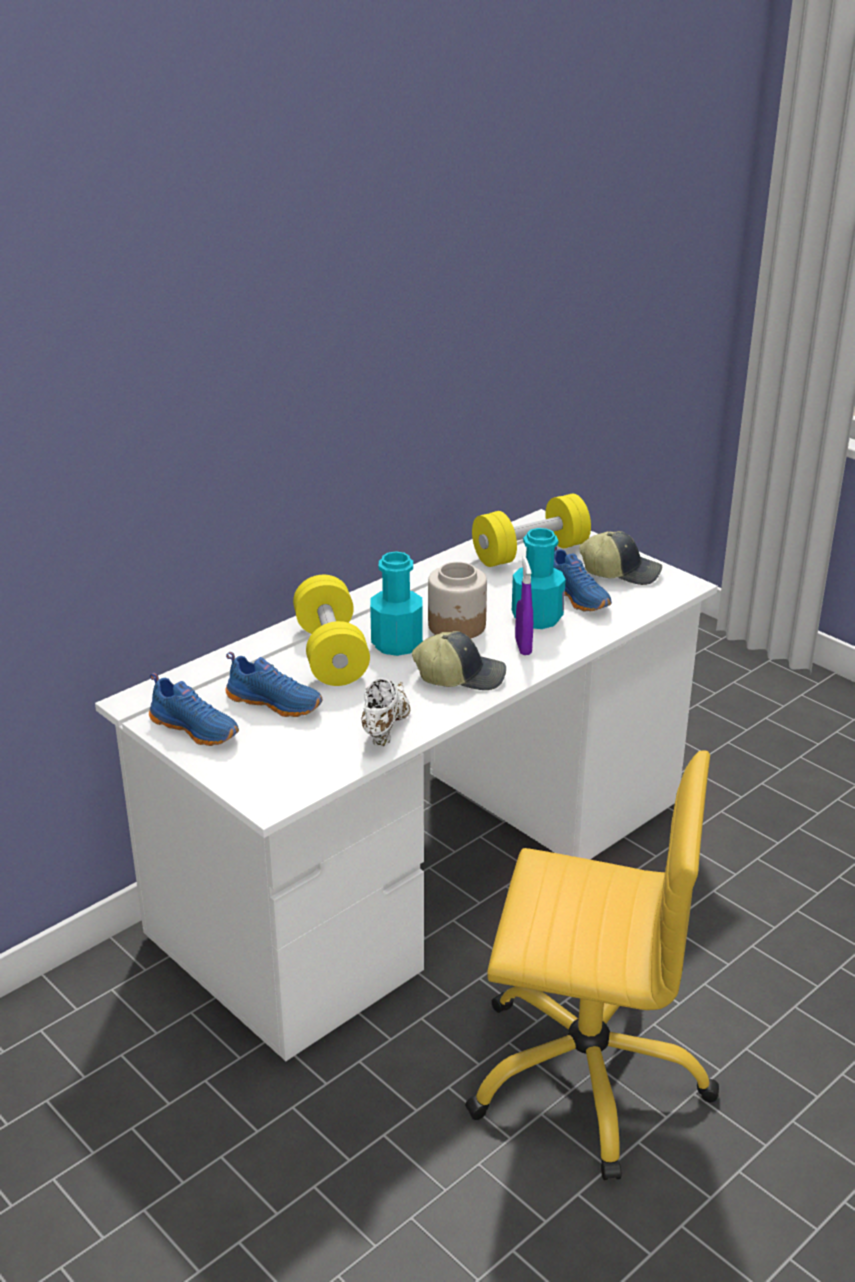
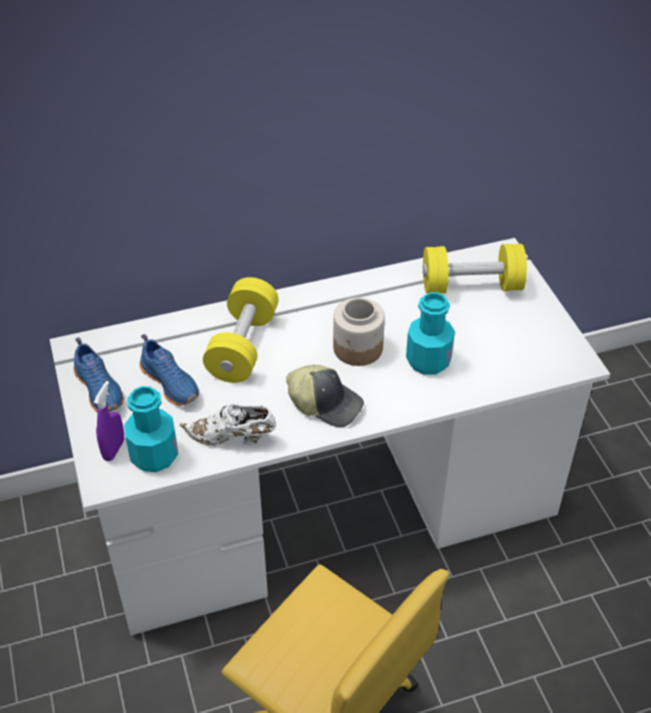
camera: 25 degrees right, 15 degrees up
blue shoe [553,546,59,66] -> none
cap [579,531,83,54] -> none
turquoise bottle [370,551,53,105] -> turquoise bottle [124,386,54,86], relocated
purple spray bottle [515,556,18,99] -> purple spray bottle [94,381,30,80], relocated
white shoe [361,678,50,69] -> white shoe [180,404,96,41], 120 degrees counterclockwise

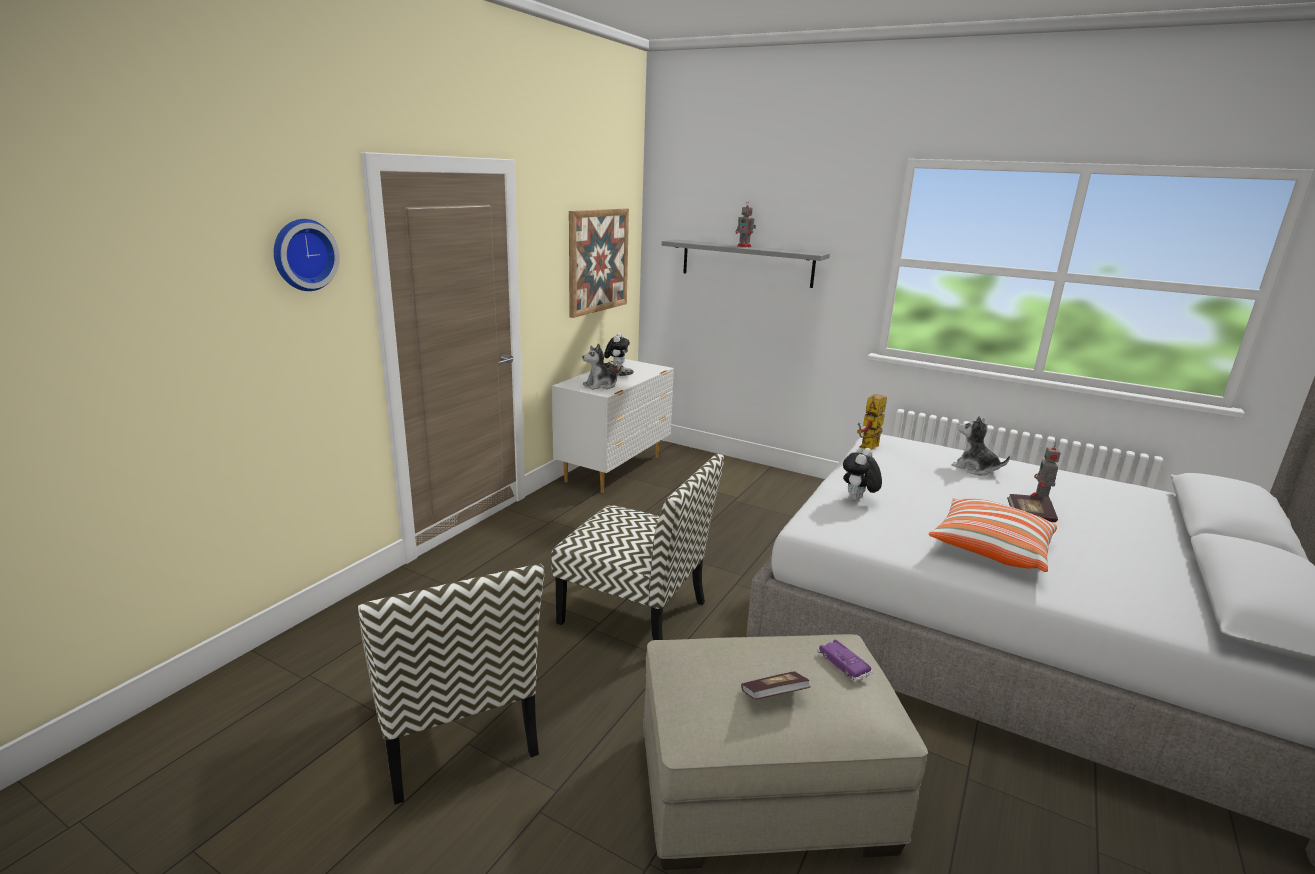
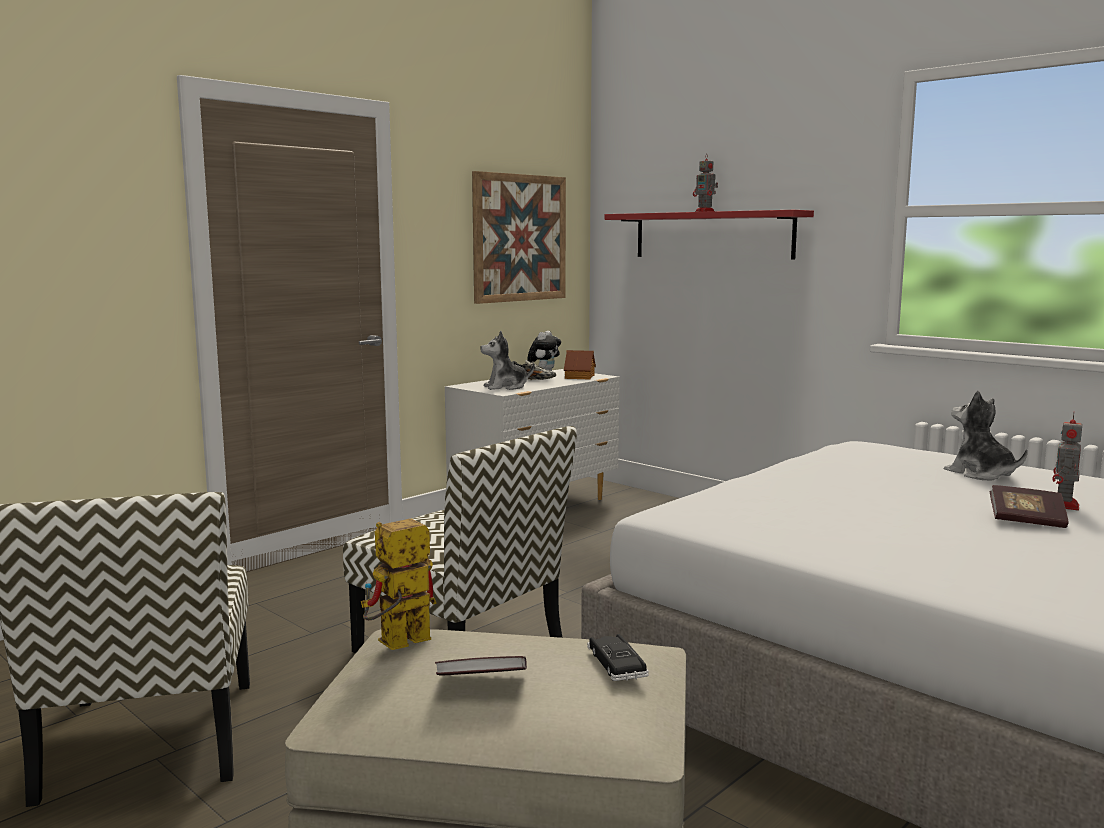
camera: 15 degrees right, 10 degrees down
wall clock [274,219,66,72] -> none
plush toy [843,448,39,53] -> none
pillow [929,498,128,74] -> none
none -> toy house [564,350,32,30]
toy robot [857,394,30,56] -> toy robot [361,518,75,132], relocated
grey shelf [662,239,168,49] -> red shelf [605,210,209,50]
purple toy car [817,640,56,42] -> black toy car [587,634,62,47]

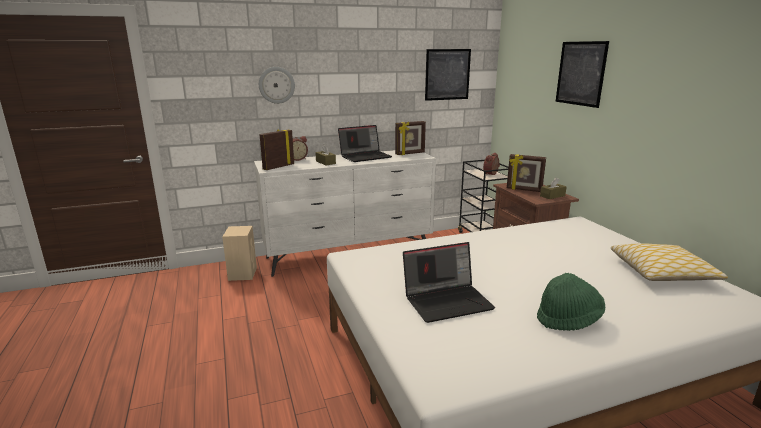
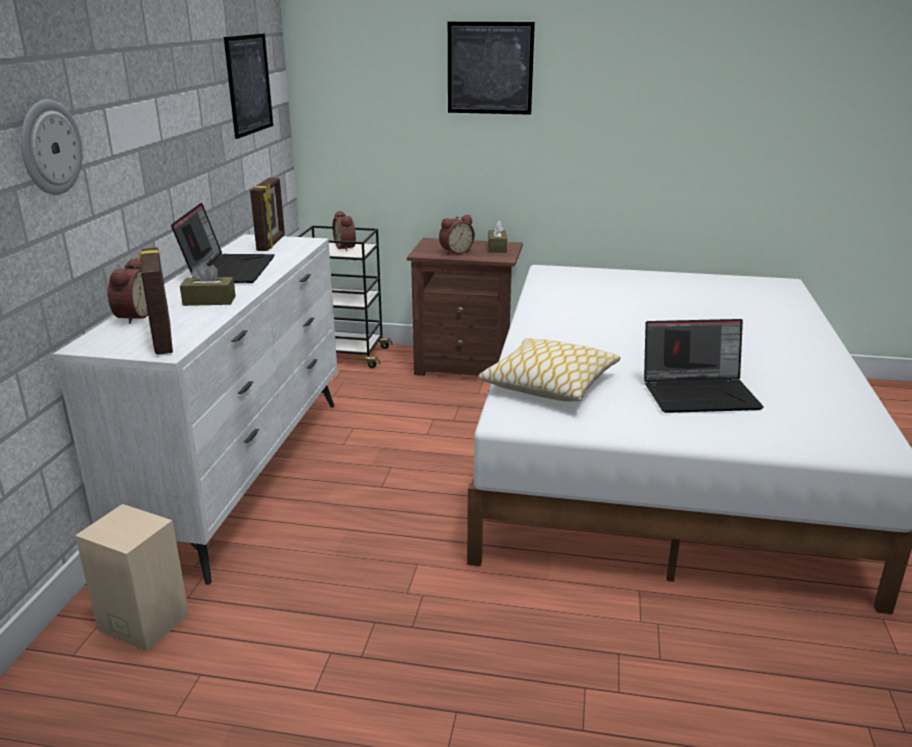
camera: 60 degrees left, 5 degrees up
green hat [537,273,68,58] -> none
pillow [611,243,117,38] -> pillow [478,338,142,64], relocated
picture frame [507,154,39,38] -> alarm clock [439,215,36,40]
laptop [403,242,92,81] -> laptop [644,319,120,94], 75 degrees clockwise

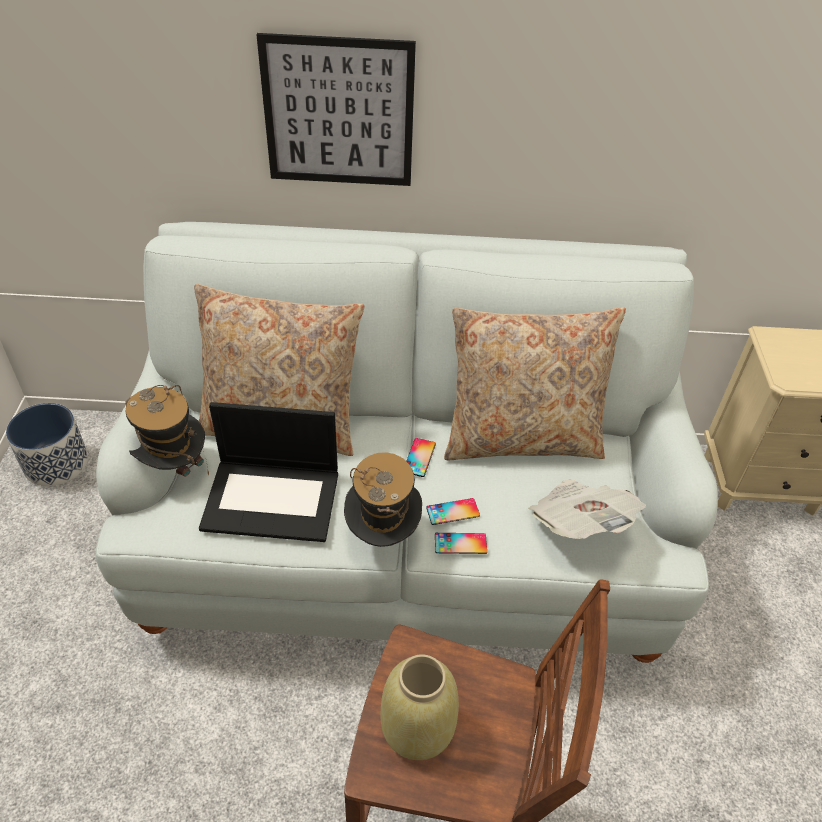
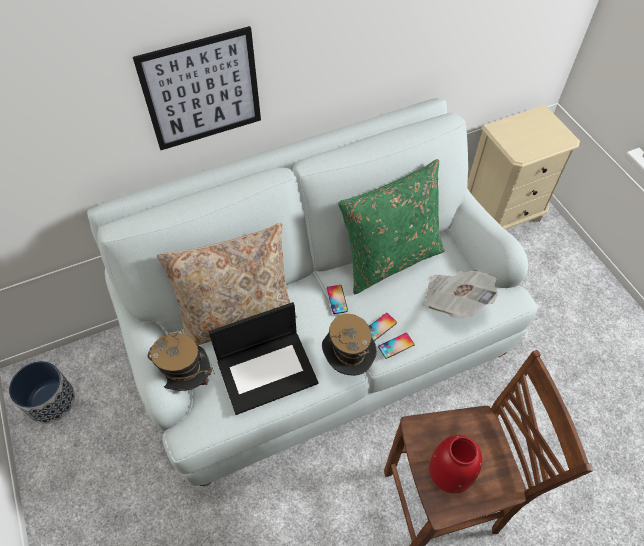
camera: 25 degrees left, 10 degrees up
beige vase [380,654,79,106] -> red vase [429,435,53,58]
beige pillow [444,307,182,153] -> green pillow [338,159,107,135]

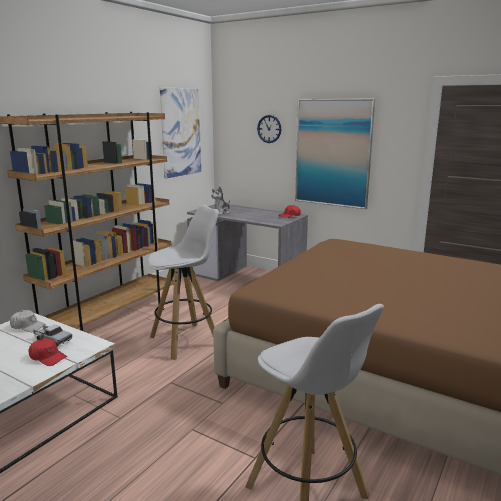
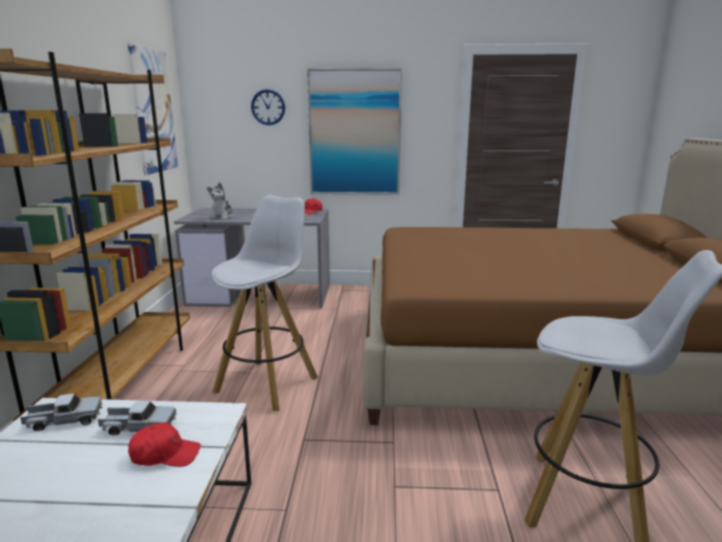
camera: 30 degrees left, 0 degrees up
white cap [10,310,36,22] -> toy truck [20,394,82,37]

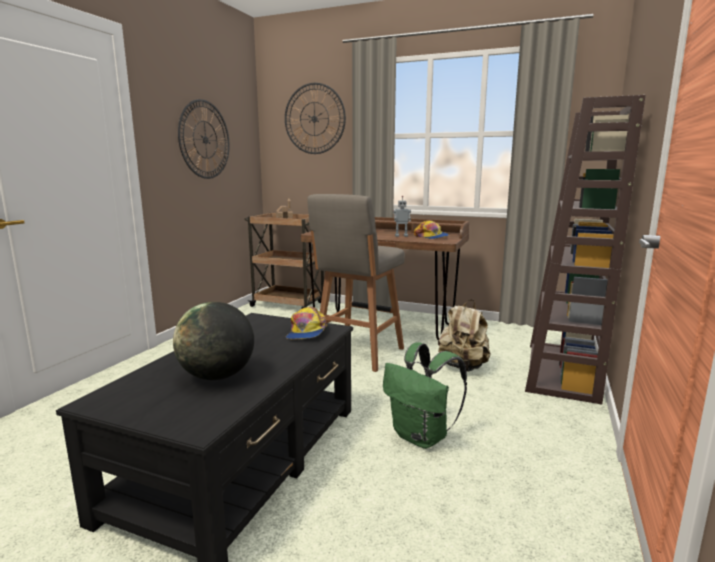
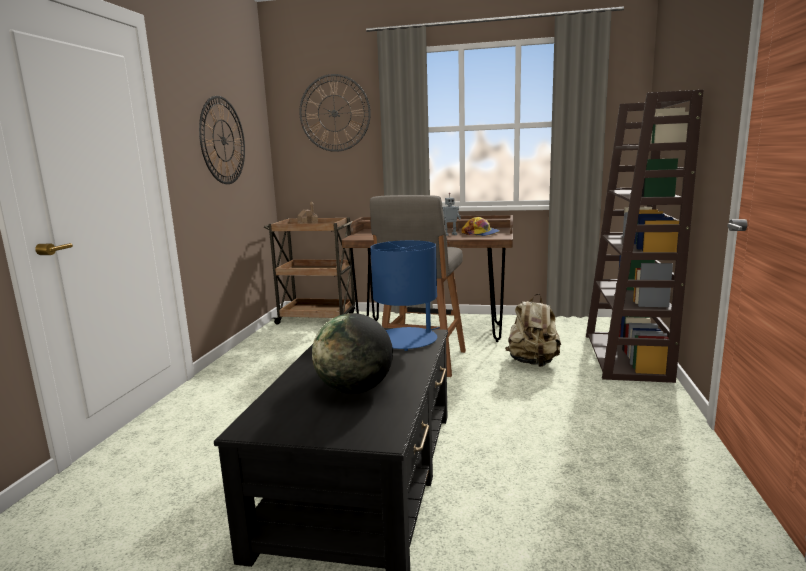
camera: 10 degrees left, 0 degrees up
green backpack [383,342,84,107] -> none
cap [285,307,42,32] -> blue table lamp [370,240,70,111]

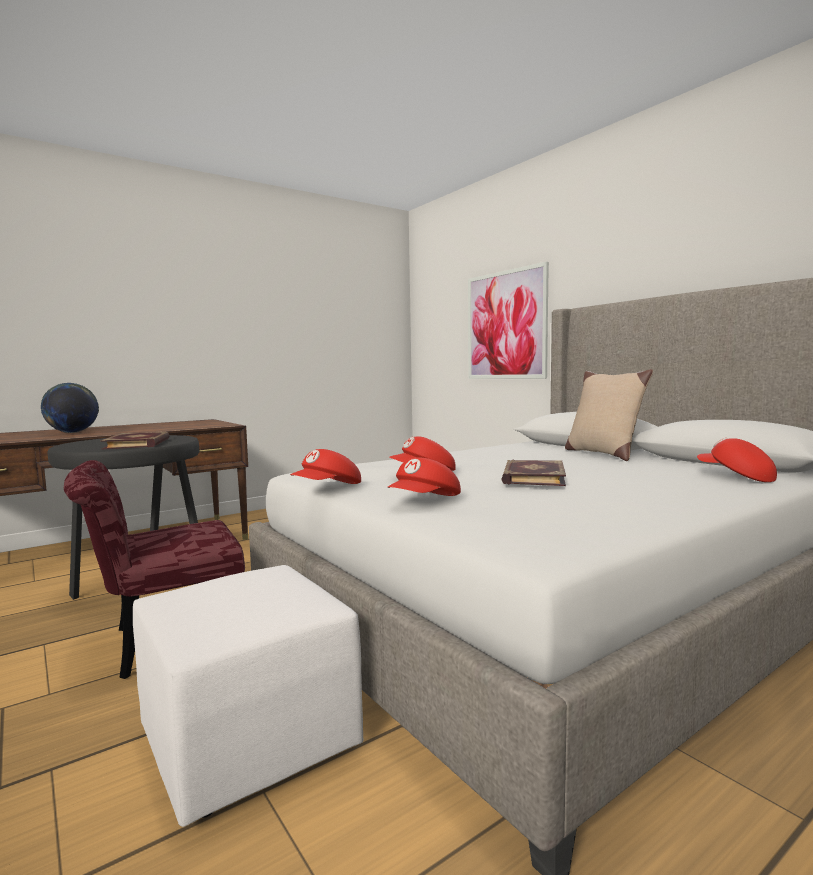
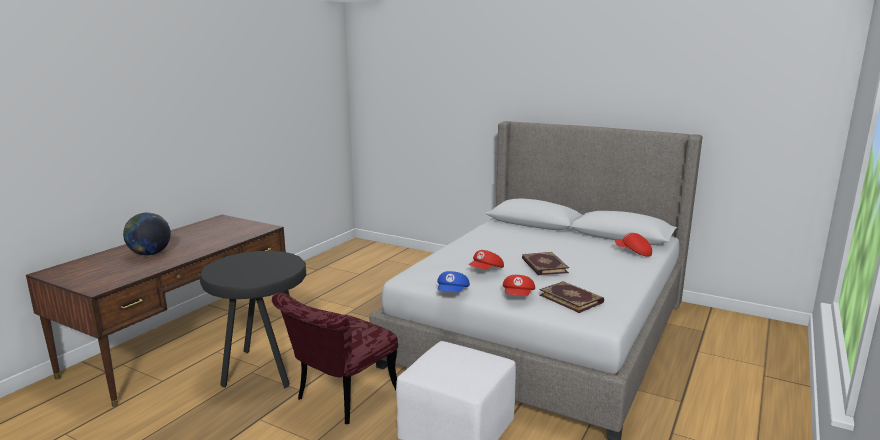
camera: 25 degrees left, 10 degrees up
picture [468,262,81,117] -> none
beige pillow [565,369,88,92] -> none
book [100,431,70,19] -> book [540,281,64,32], relocated
red cap [290,449,71,35] -> blue cap [437,271,33,21]

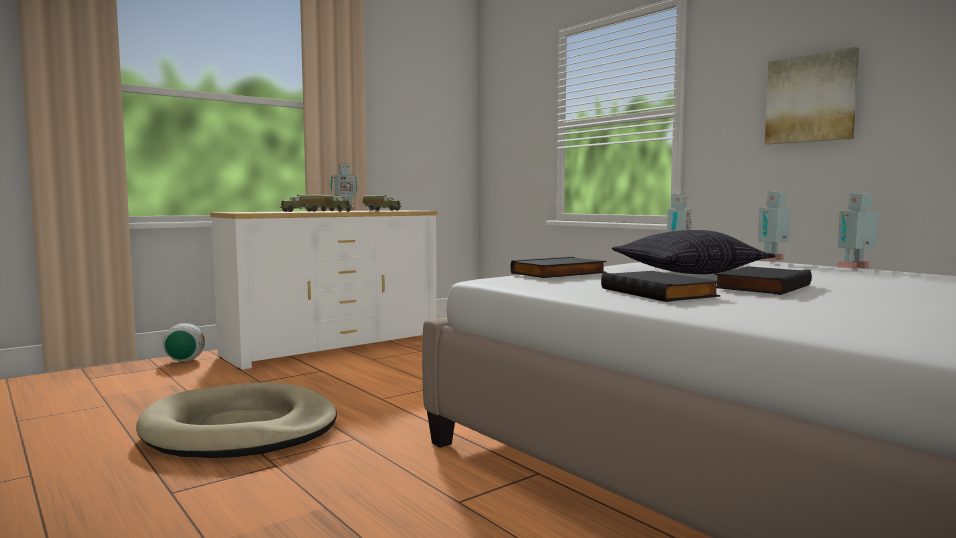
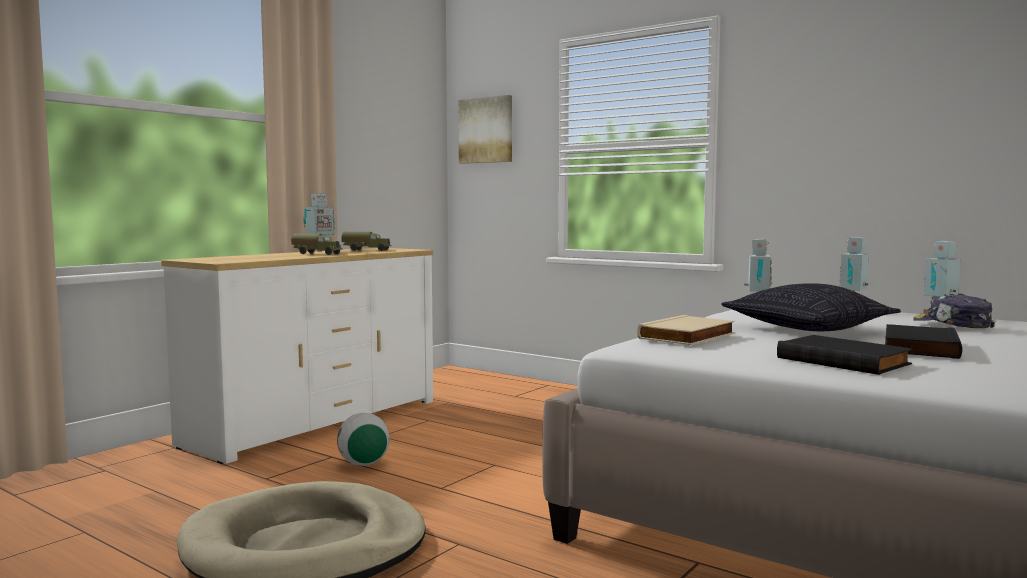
camera: 15 degrees left, 0 degrees up
toy truck [280,195,45,17] -> none
none -> cap [913,294,82,34]
football [163,323,42,39] -> football [337,413,53,53], relocated
picture [765,47,94,97] -> picture [458,95,54,69], relocated
black book [511,257,95,21] -> beige book [637,315,98,30]

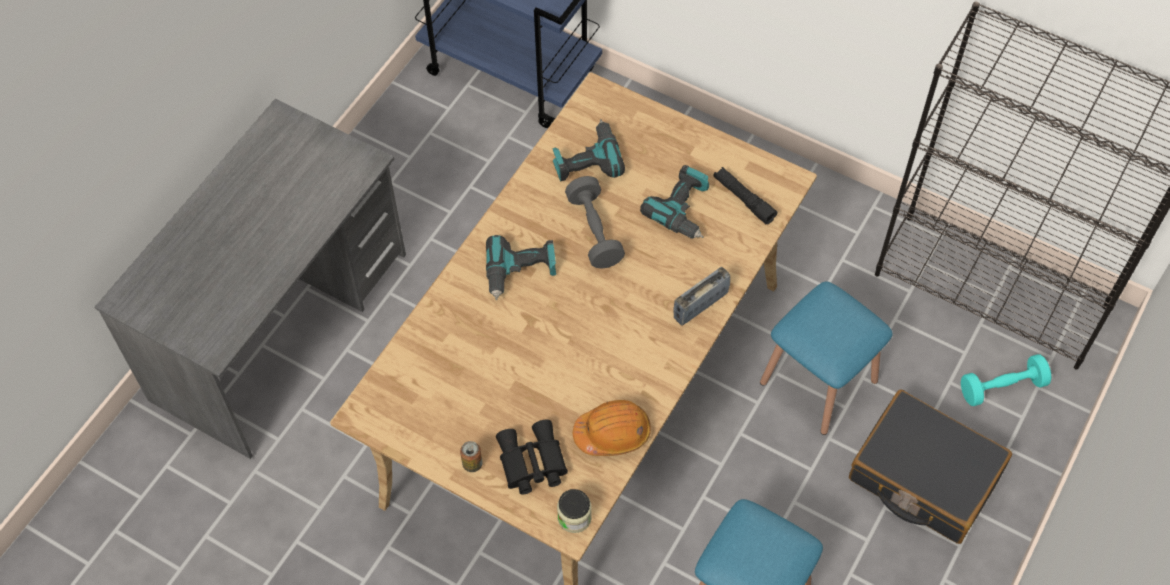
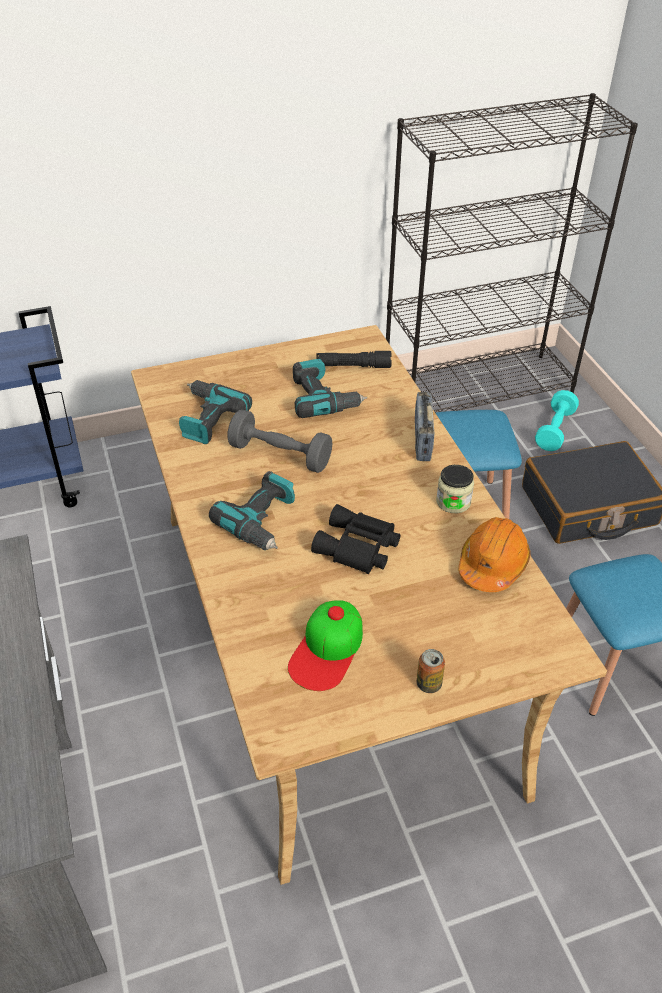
camera: 50 degrees left, 15 degrees down
none -> cap [288,600,75,91]
black binoculars [496,420,72,74] -> black binoculars [311,504,89,70], relocated
jar [557,489,35,44] -> jar [436,465,38,48], relocated

